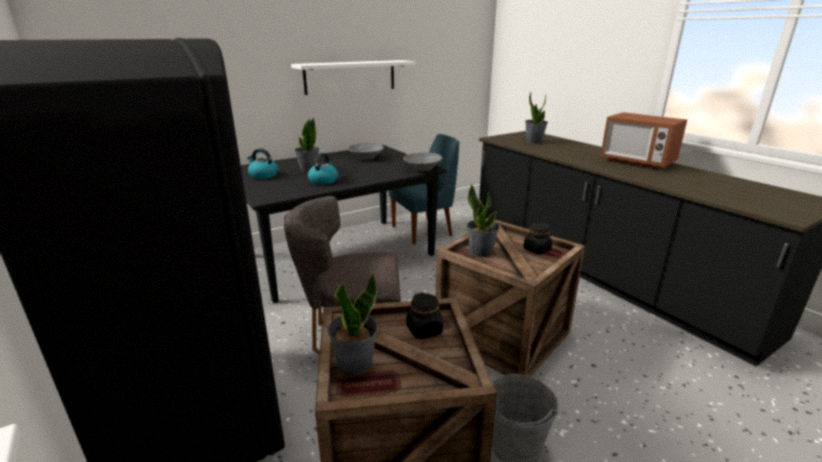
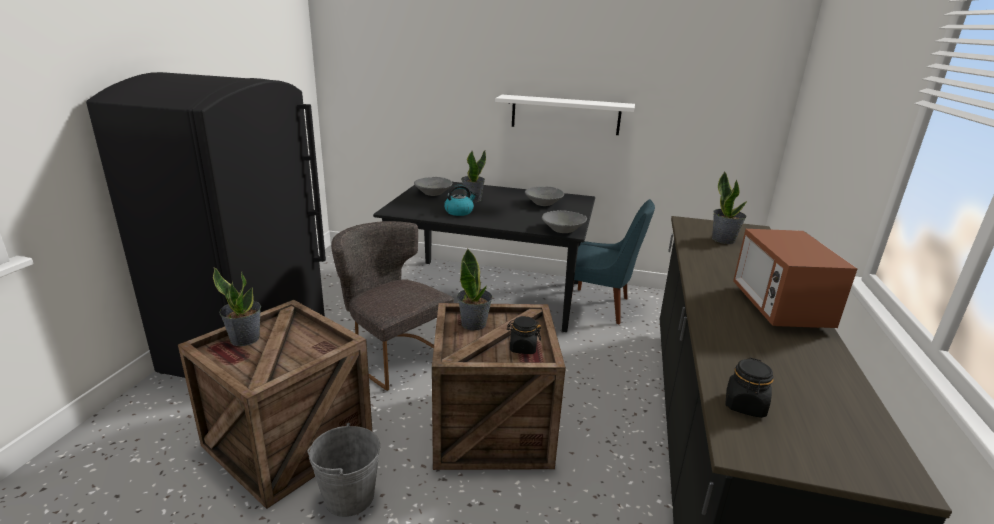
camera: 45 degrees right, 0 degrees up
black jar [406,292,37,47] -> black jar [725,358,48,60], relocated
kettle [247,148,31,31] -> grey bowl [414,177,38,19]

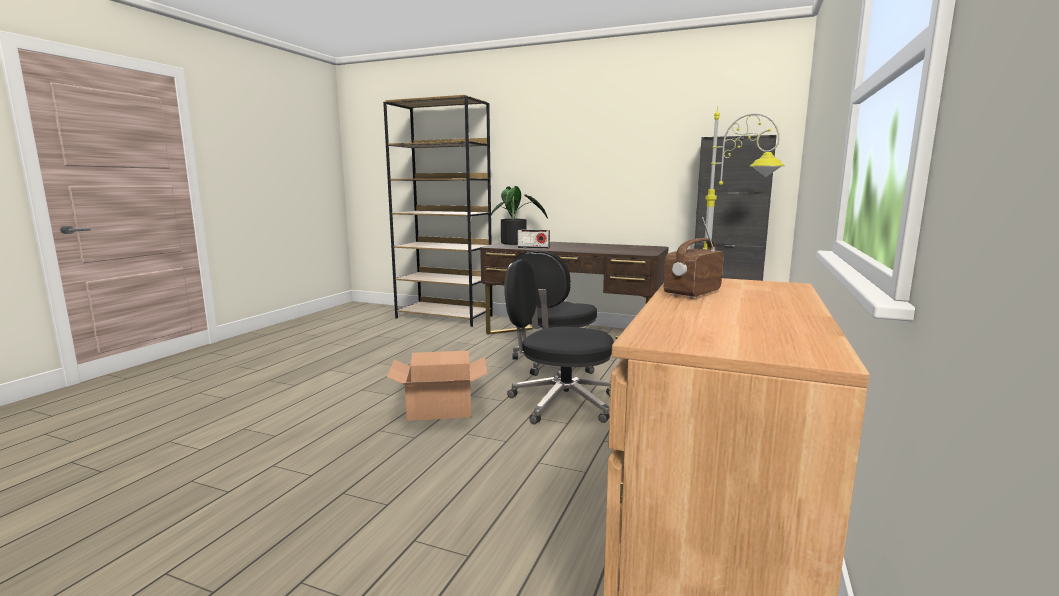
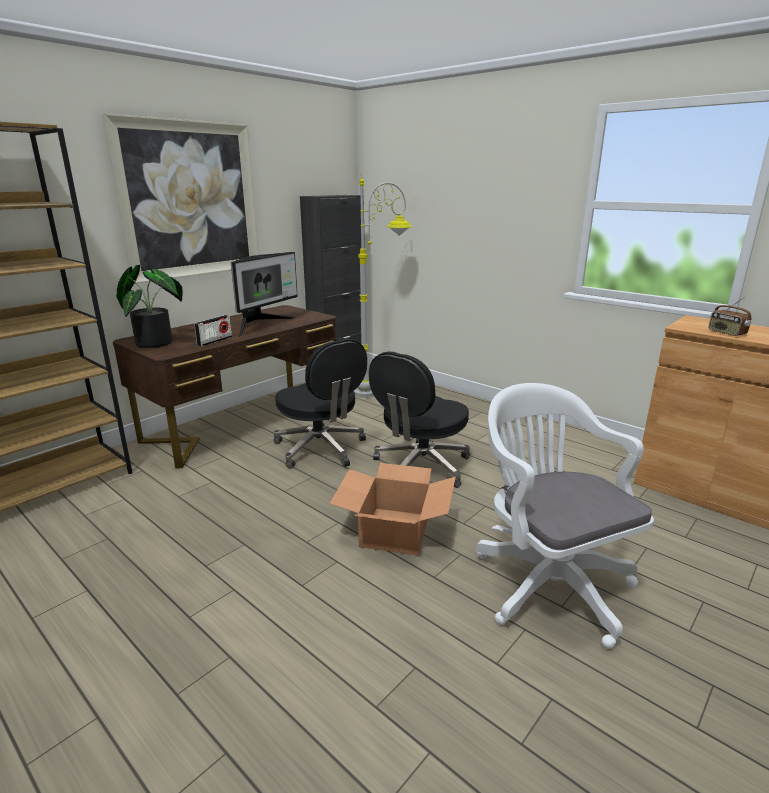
camera: 70 degrees left, 10 degrees up
none -> picture [102,113,157,171]
none -> monitor [231,252,67,85]
none -> white office chair [476,383,178,266]

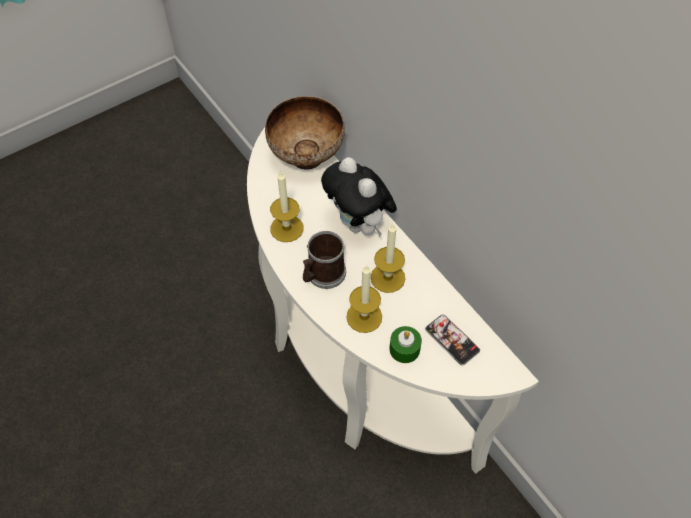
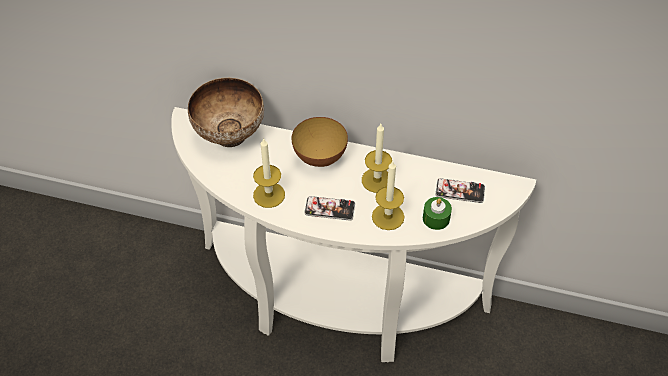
camera: 40 degrees left, 5 degrees down
mug [303,231,43,58] -> phone [304,196,51,25]
plush toy [321,157,76,80] -> bowl [292,117,56,50]

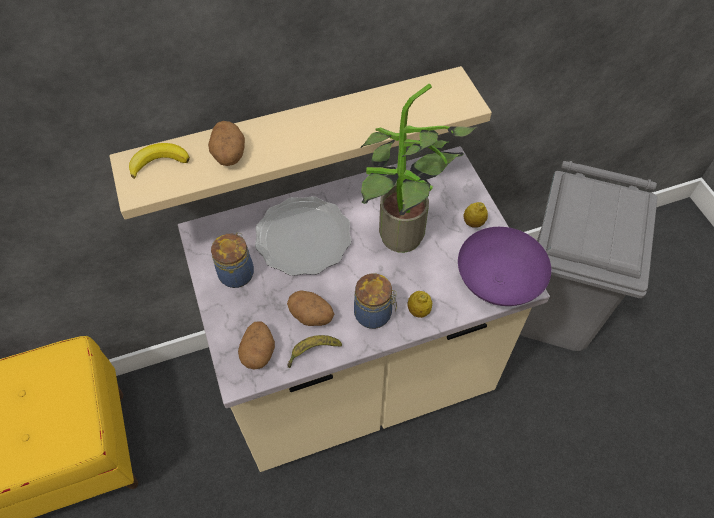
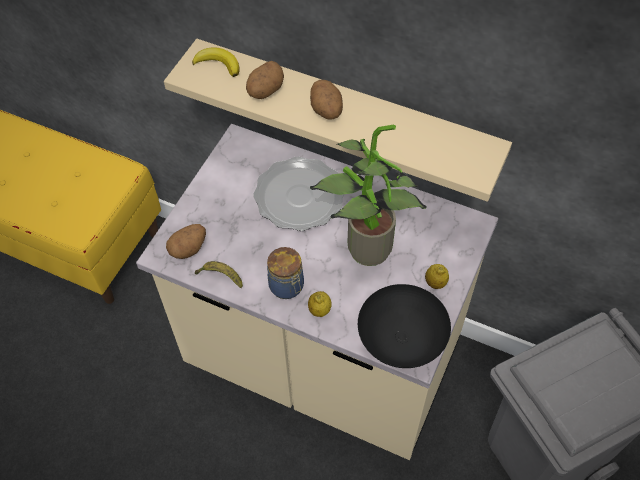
camera: 45 degrees right, 0 degrees up
jar [211,232,43,56] -> none
potato [287,290,47,36] -> potato [310,80,33,40], relocated
purple bowl [458,227,93,79] -> black bowl [358,284,93,84]

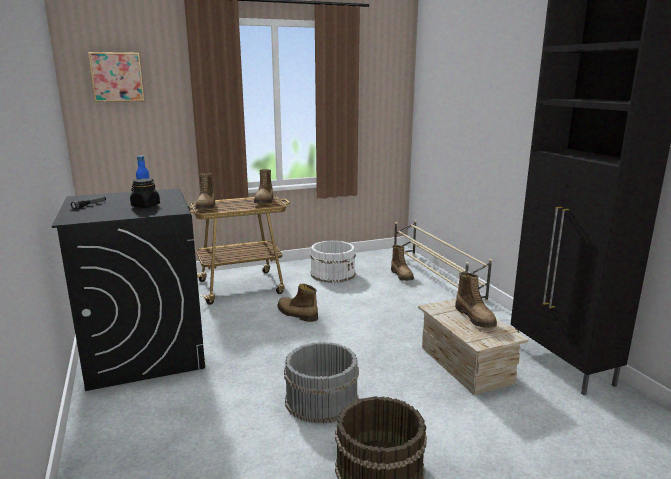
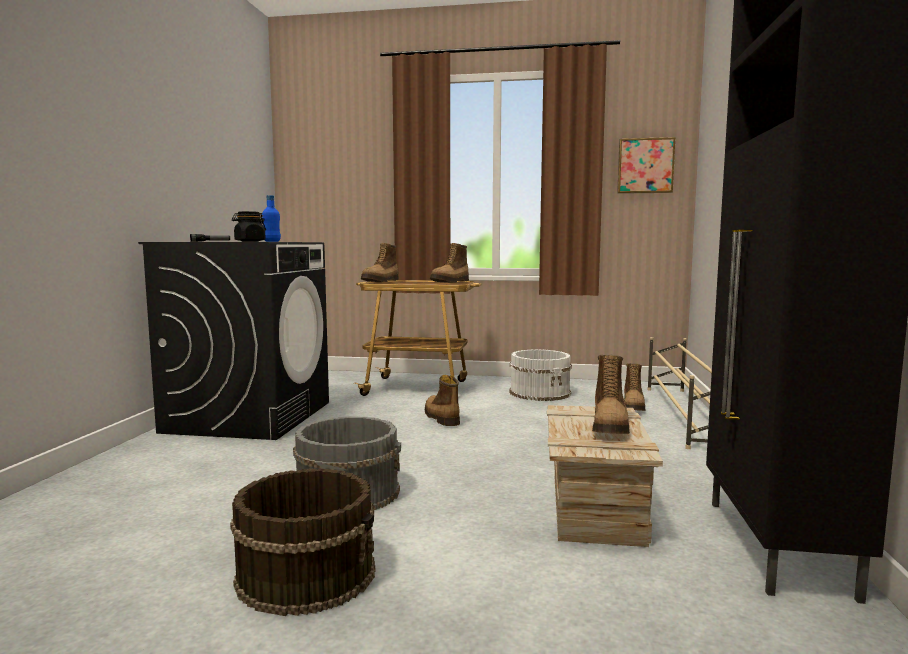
camera: 30 degrees right, 10 degrees down
picture [88,52,56,50] -> picture [617,137,59,57], relocated

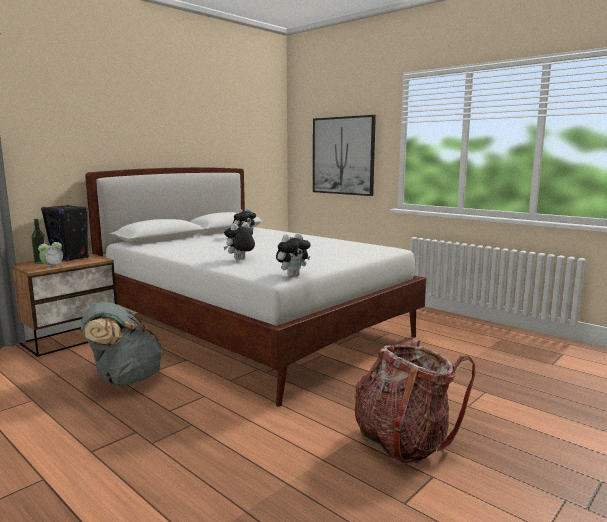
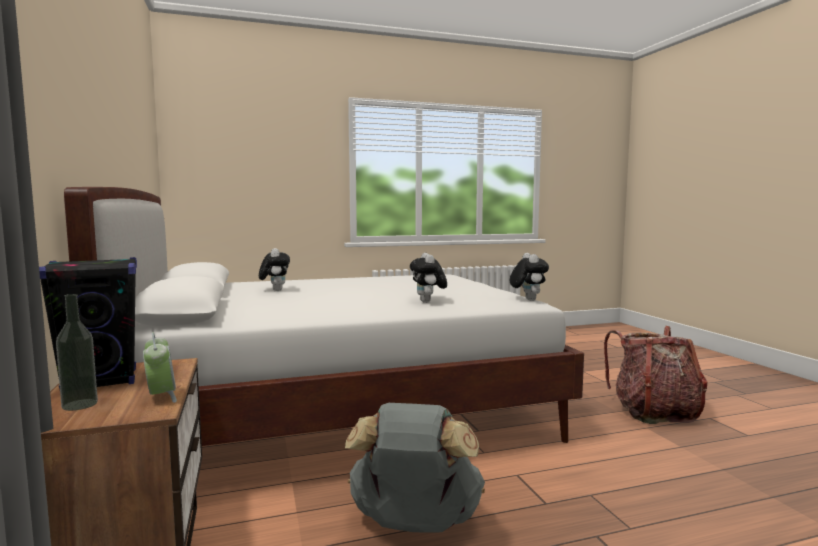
camera: 60 degrees left, 5 degrees down
picture [313,115,63,81] -> none

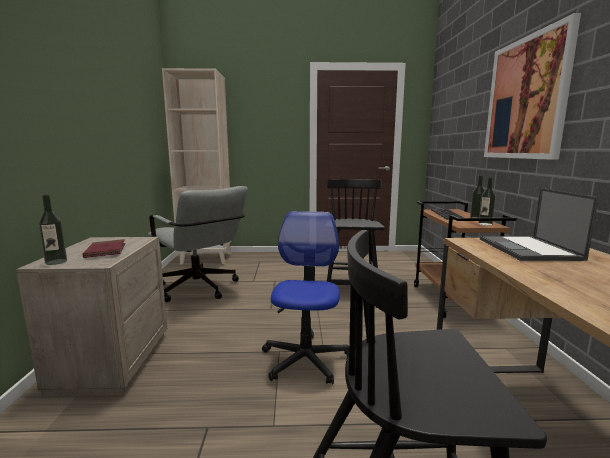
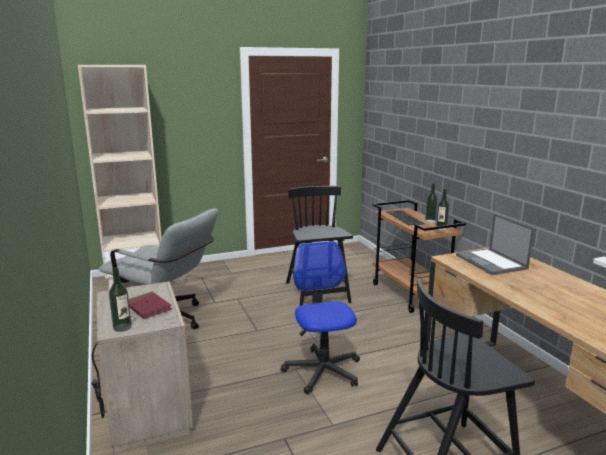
camera: 20 degrees left, 5 degrees up
picture [484,13,97,147] -> none

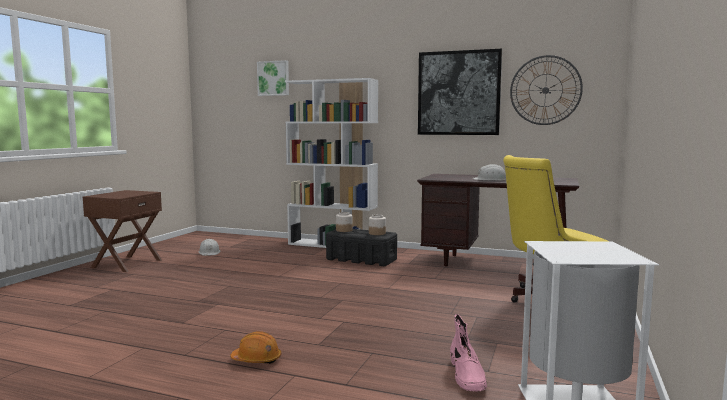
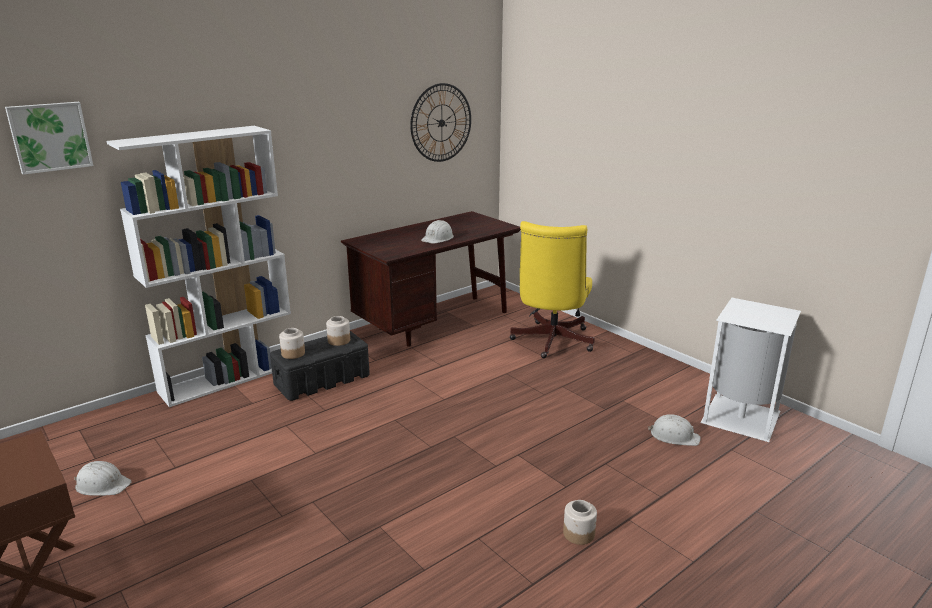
camera: 60 degrees left, 15 degrees up
picture [418,49,84,86] -> none
orange hard hat [230,331,51,33] -> jar [563,500,34,45]
pink boot [450,314,37,78] -> white hard hat [648,414,53,32]

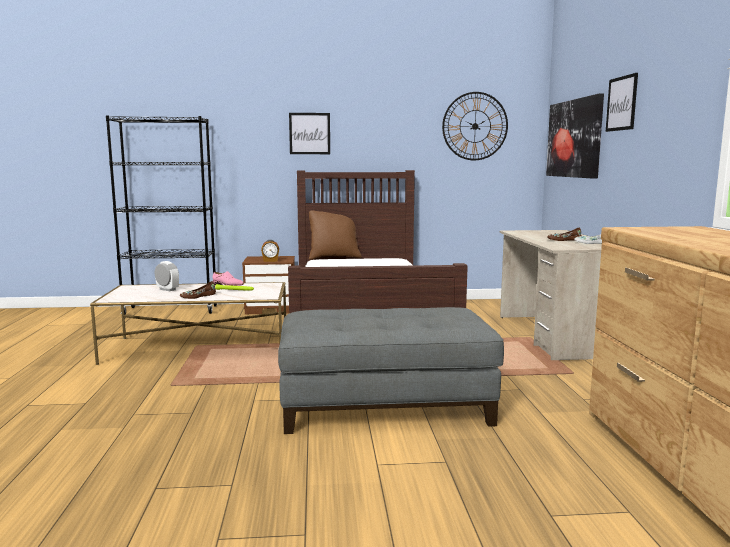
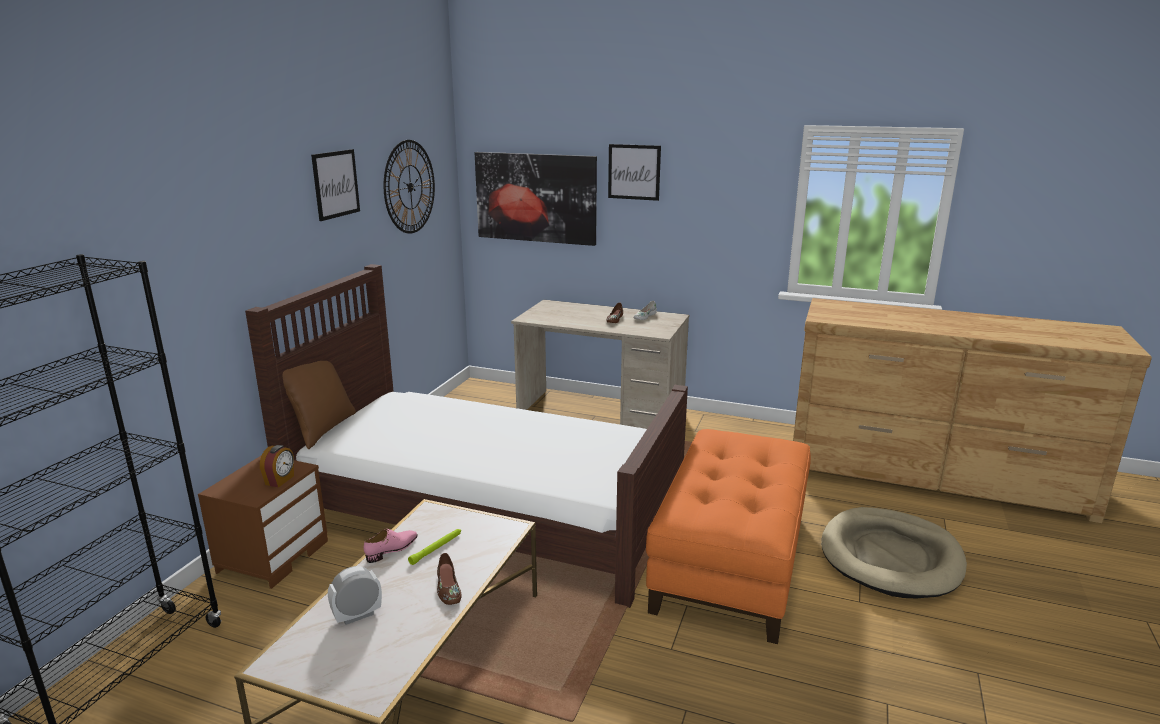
camera: 65 degrees left, 10 degrees up
none -> beige dog bed [821,507,146,91]
picture [289,113,41,41] -> picture [311,149,49,72], relocated
grey ottoman [278,307,226,127] -> orange ottoman [646,429,165,215]

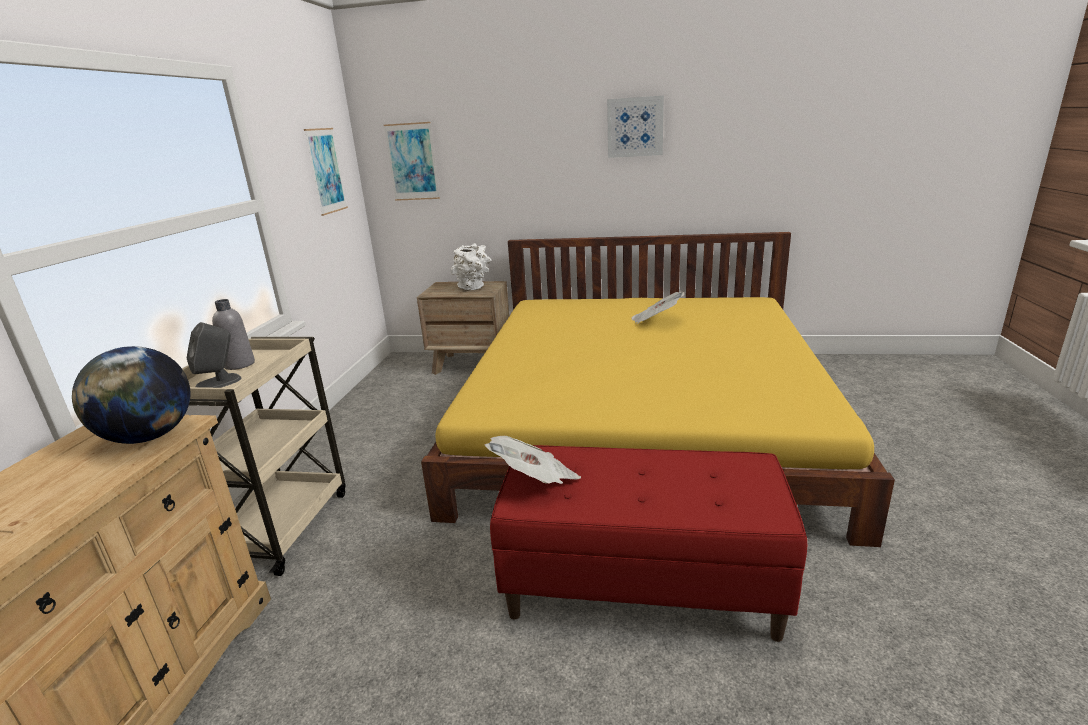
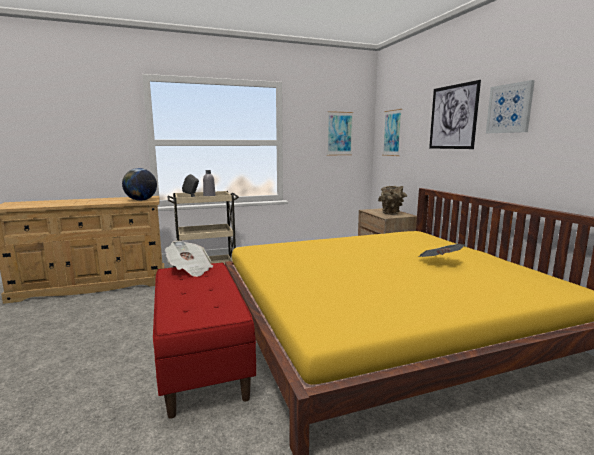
camera: 60 degrees right, 10 degrees down
none -> picture [429,80,52,69]
white vase [451,243,40,48] -> brown vase [378,186,29,29]

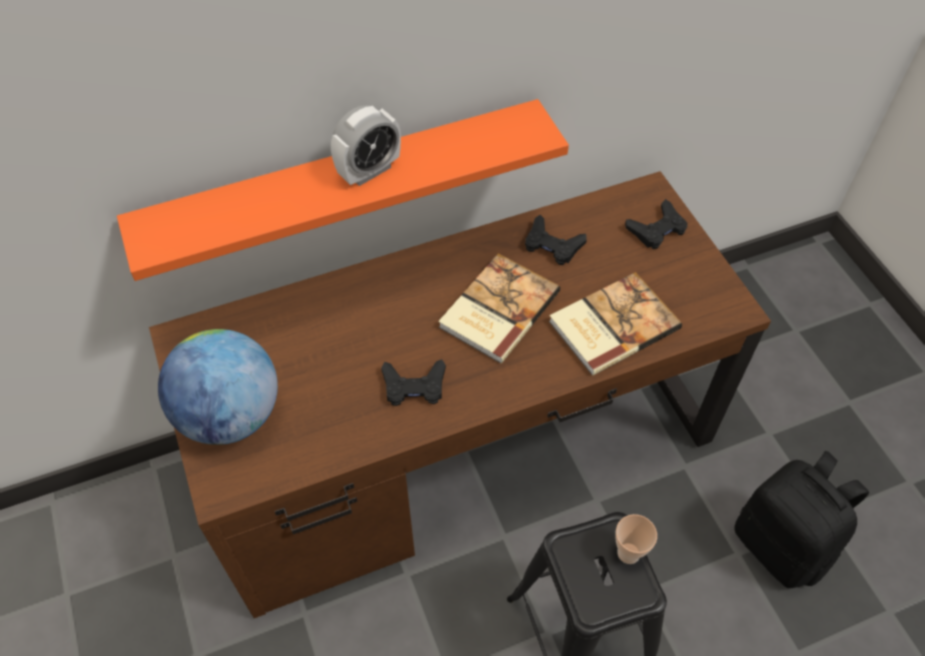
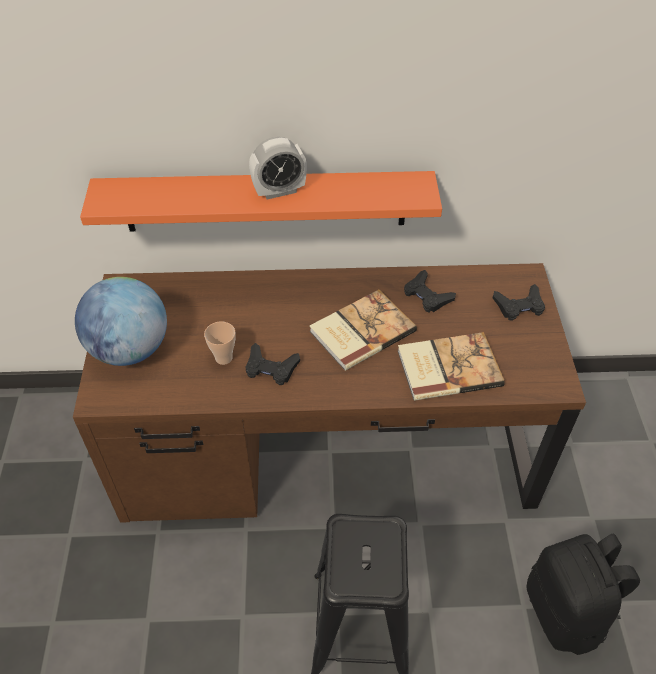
camera: 20 degrees right, 5 degrees down
cup [615,514,42,50] -> cup [204,321,31,44], relocated

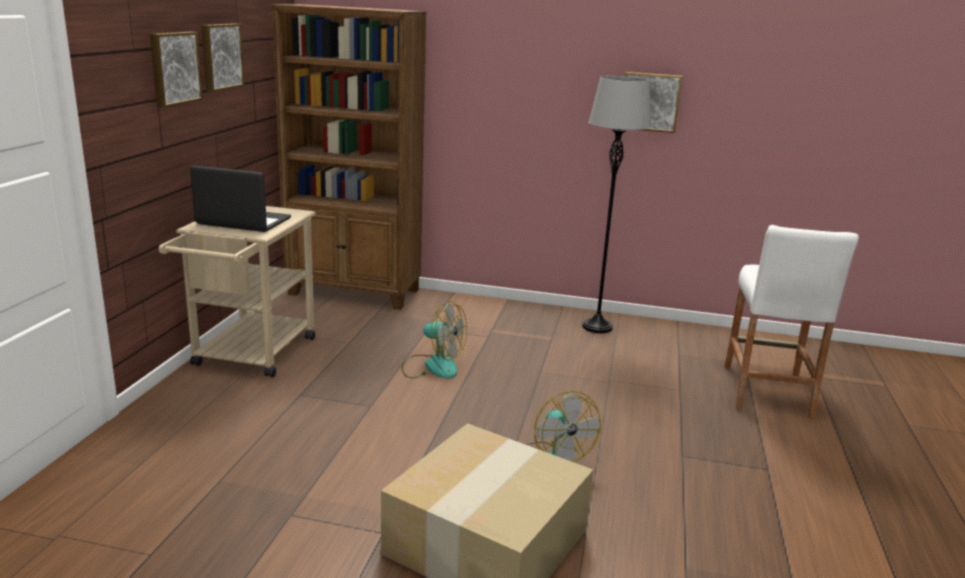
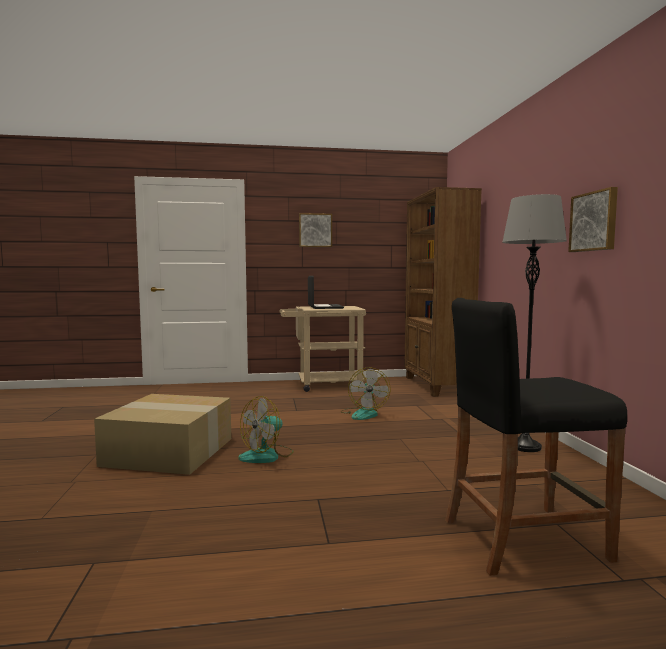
camera: 70 degrees right, 15 degrees down
picture [201,23,44,69] -> none
white stool [725,225,134,195] -> black stool [445,298,182,278]

